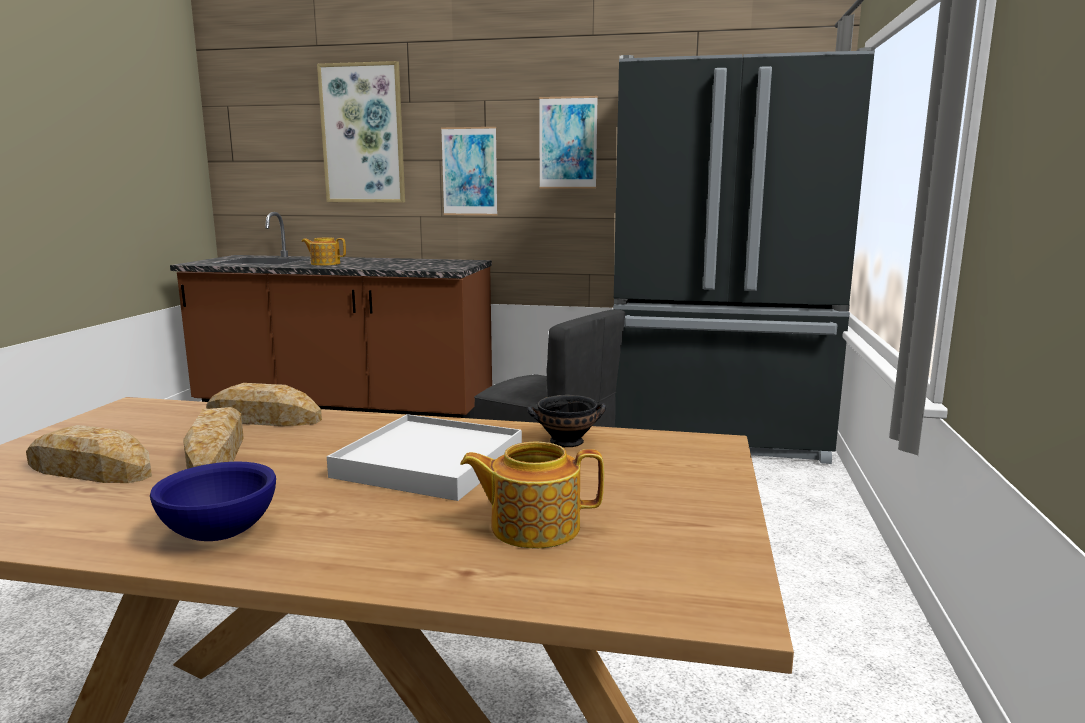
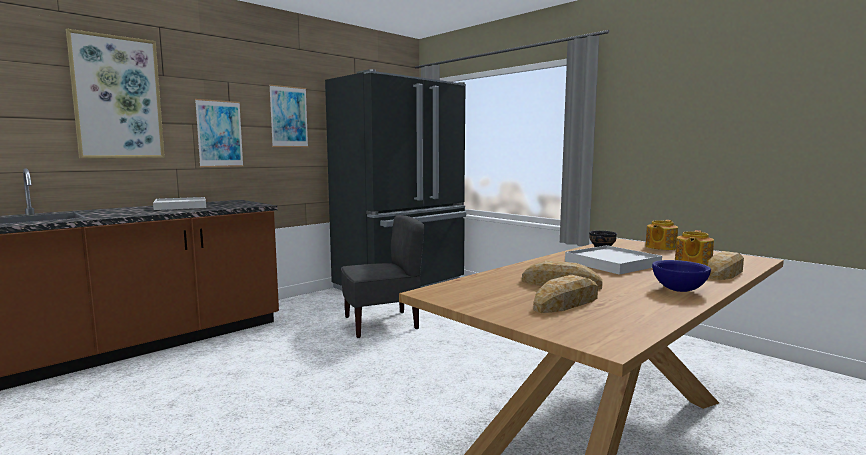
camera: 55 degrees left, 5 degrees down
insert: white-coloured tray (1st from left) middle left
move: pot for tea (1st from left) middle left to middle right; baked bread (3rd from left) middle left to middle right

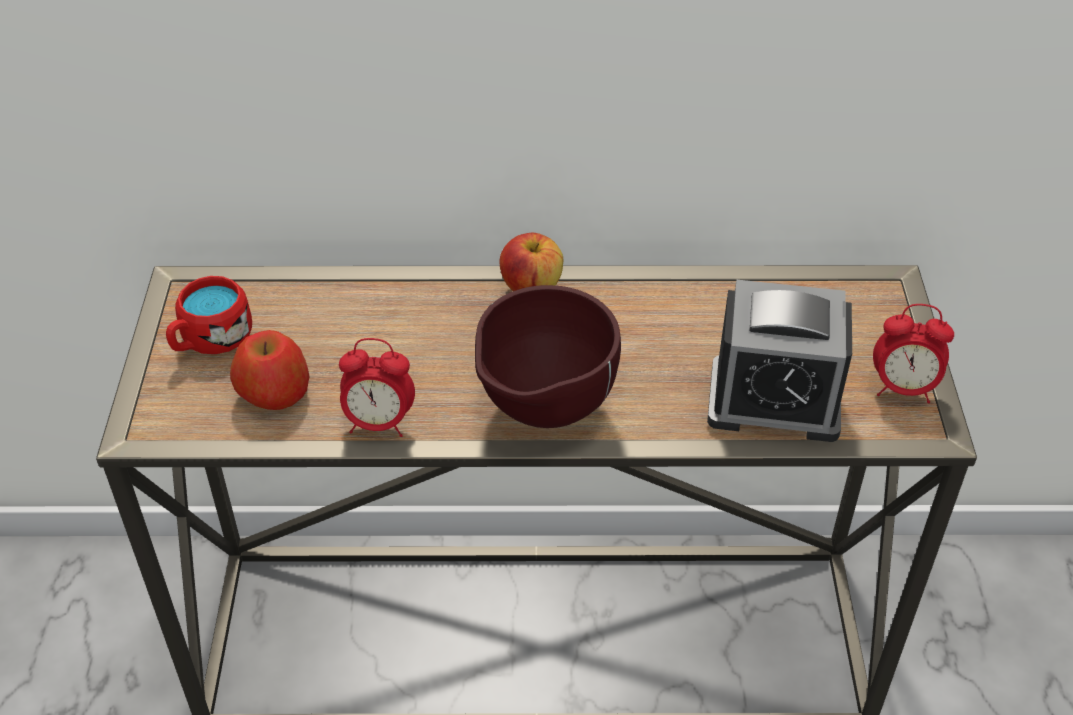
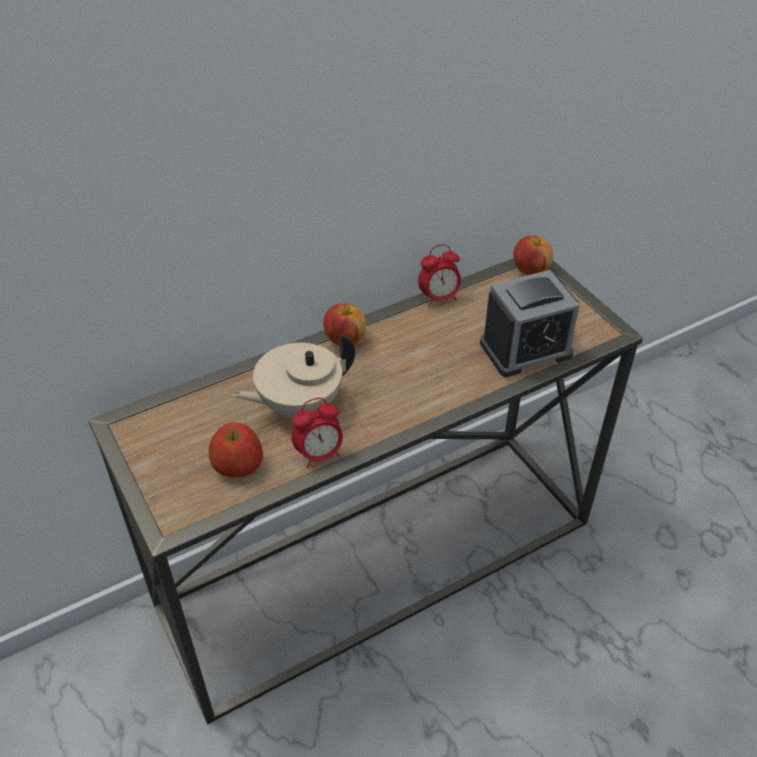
camera: 30 degrees left, 0 degrees up
delete: reddish tea mug middle left; brownish deep dish centre
insert: apple fruit (3rd from left) middle right; sand-coloured pot for tea centre
move: bedside clock (3rd from left in the first image) middle right to bedside clock (2nd from left) centre

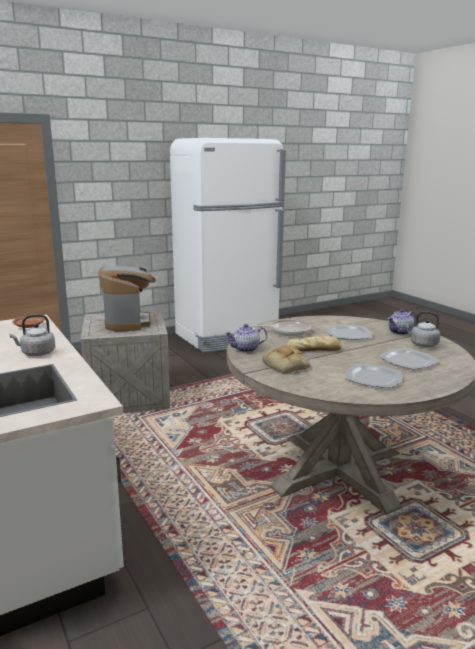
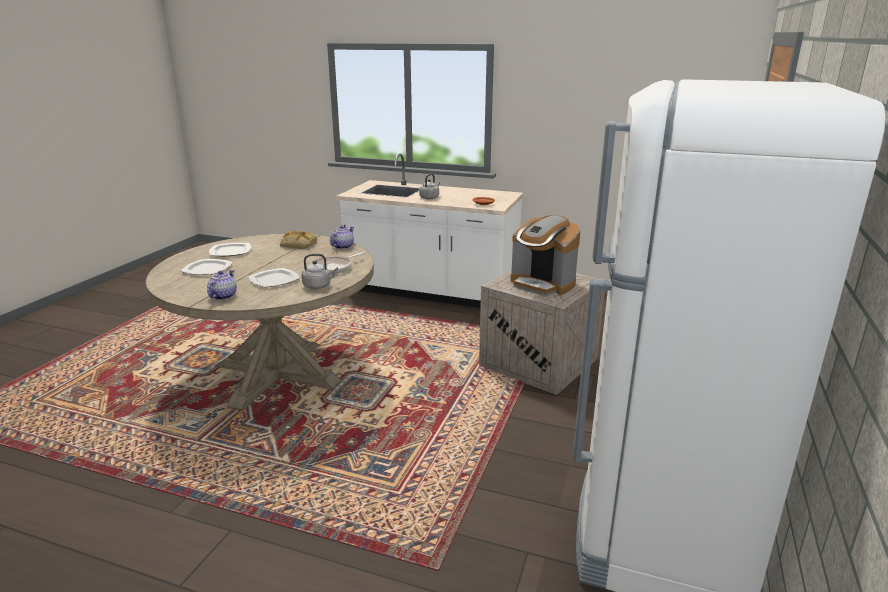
camera: 140 degrees right, 5 degrees up
delete: baked bread (2nd from left) centre
move: greyish tea kettle (2nd from left in the first image) middle right to greyish tea kettle (1st from left) centre

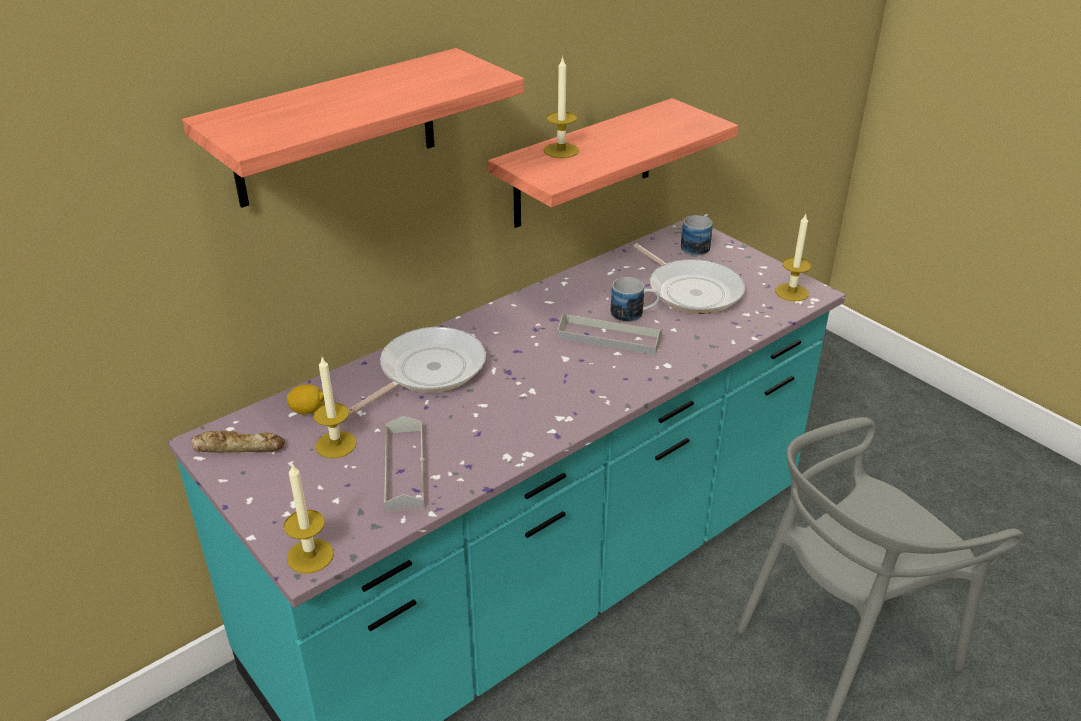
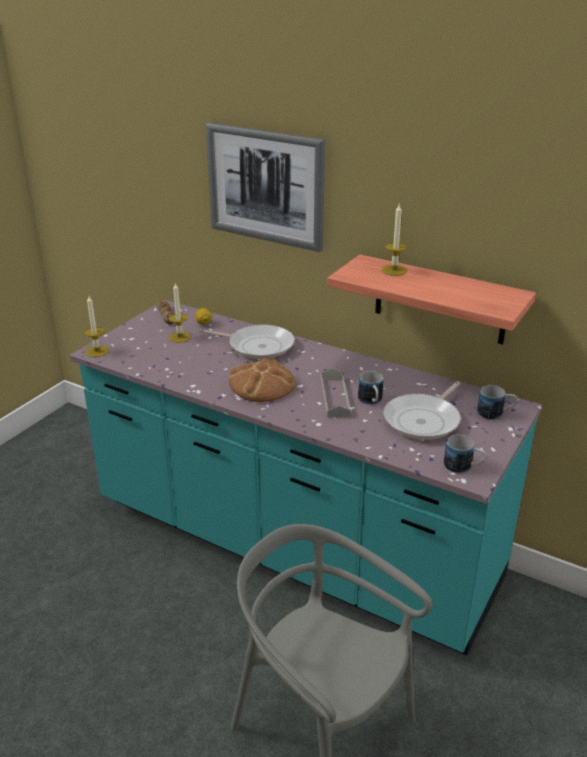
camera: 70 degrees right, 5 degrees down
delete: greyish tray (1st from left) centre
insert: baked bread (2nd from left) centre
replace: bracket shelf (1st from left) top left to wall picture top centre; wax candle (4th from left) middle right to tea mug (2nd from left) middle right

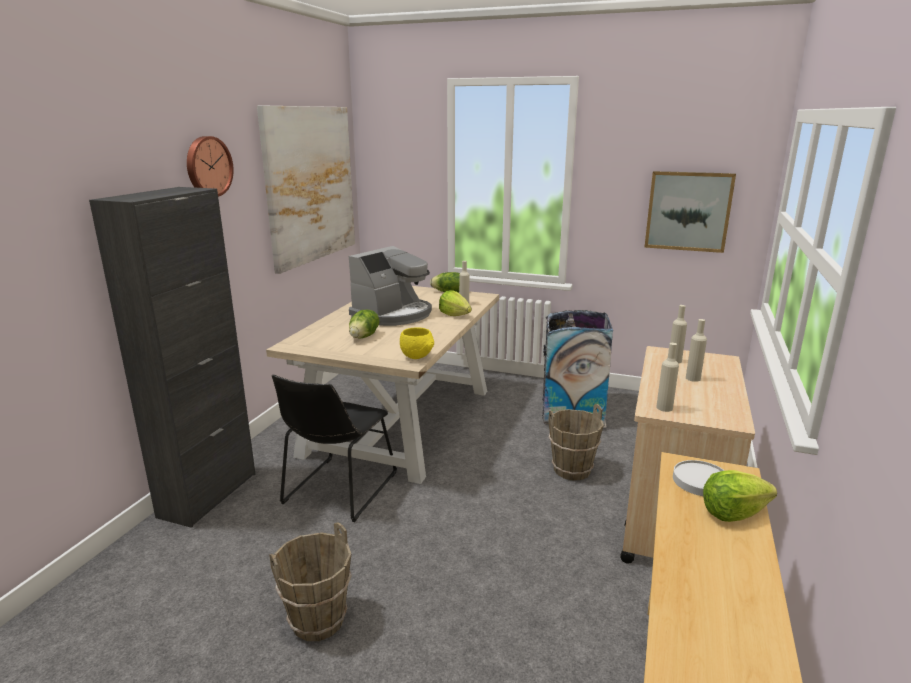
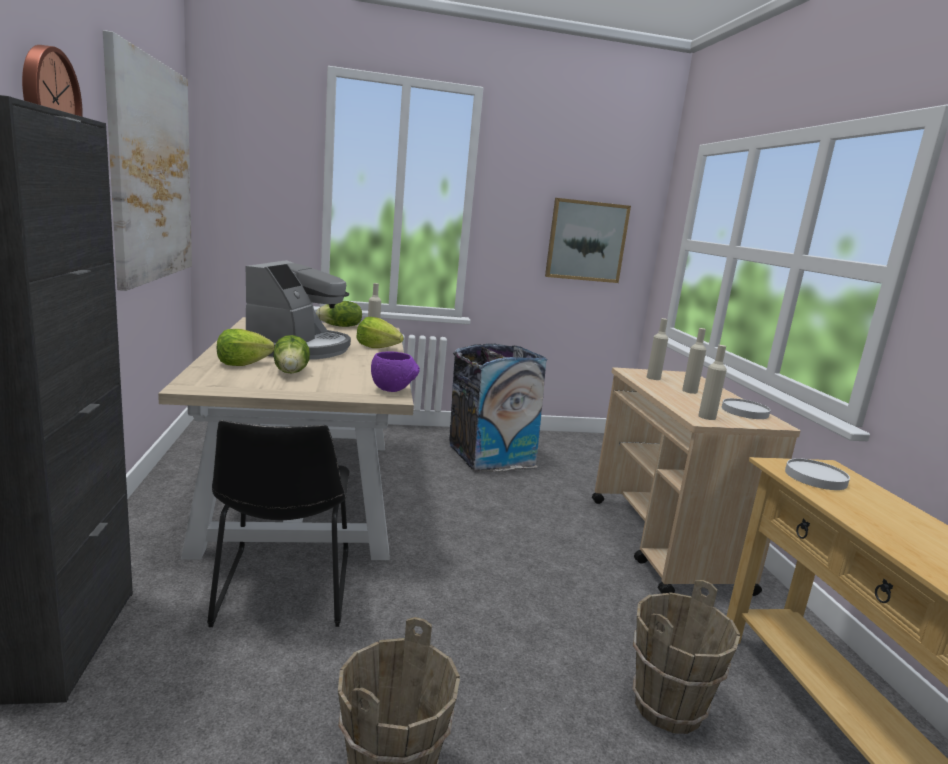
camera: 30 degrees left, 5 degrees down
insert: white-coloured plate (1st from left) middle right
move: brownish pail (2nd from left) centre to bottom right; lettuce (4th from left in the first image) bottom right to lettuce (1st from left) middle left
recolor: yellow-coloured deep dish centre to purple deep dish centre

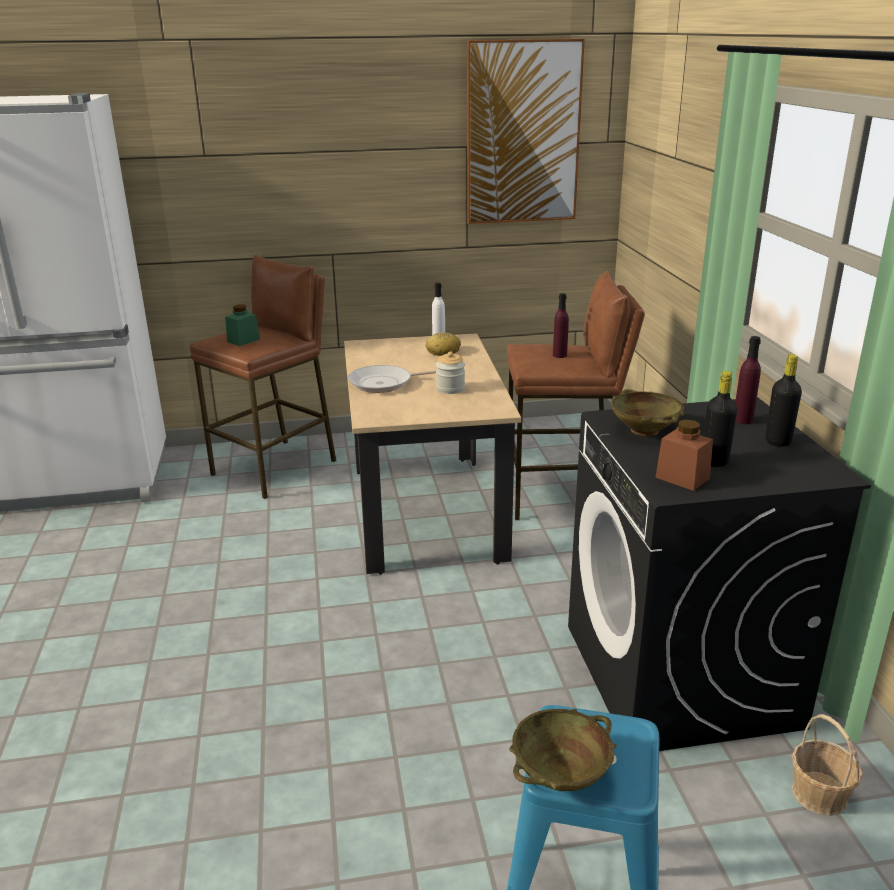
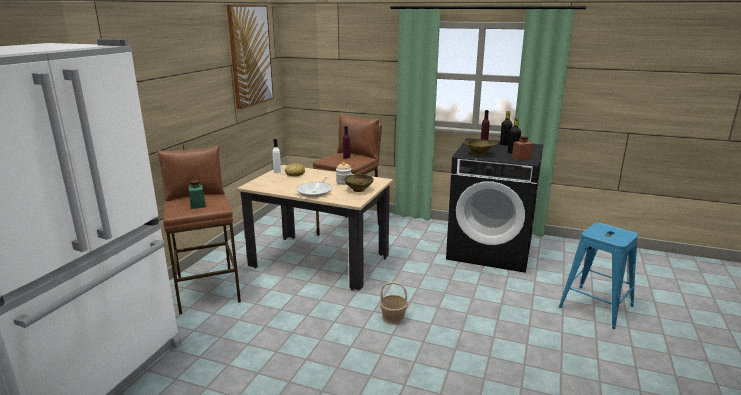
camera: 60 degrees left, 5 degrees down
move: sand-coloured deep dish (1st from left) bottom centre to centre; household basket bottom right to bottom centre

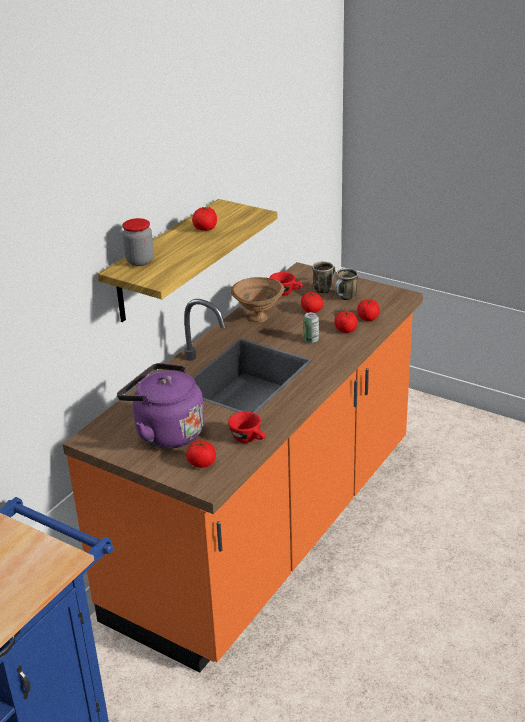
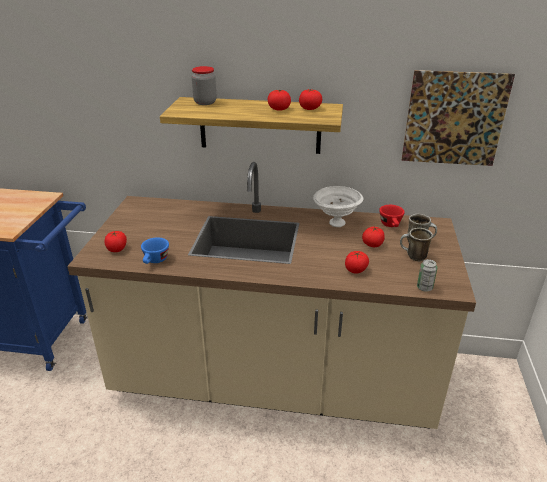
camera: 65 degrees right, 0 degrees up
delete: purple tea kettle middle left
insert: wall picture top right
move: whole tomato (5th from left in the first image) middle right to whole tomato (3rd from left) top centre; metal can centre to middle right
recolor: orangey kitchen counter centre to sand-coloured kitchen counter centre; brownish deep dish centre to white-coloured deep dish centre; reddish drinking cup (1st from left) centre to blue drinking cup middle left

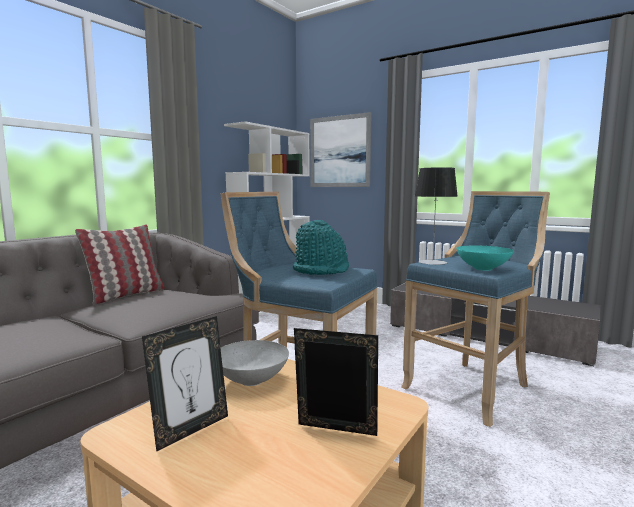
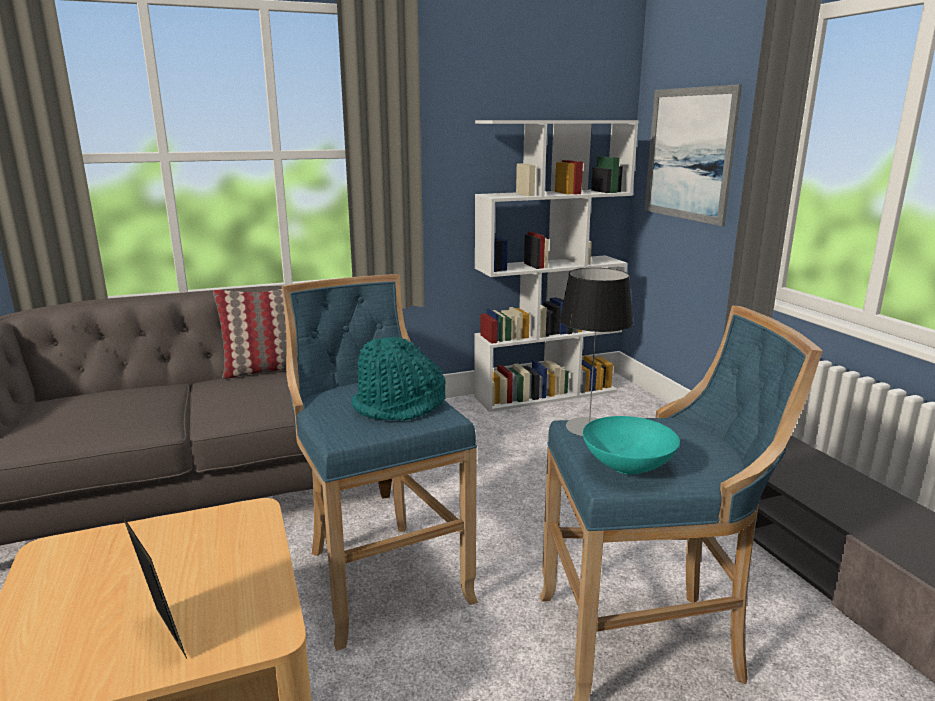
camera: 35 degrees right, 10 degrees up
delete: standing frame (1st from left) bottom left; greyish deep dish bottom centre

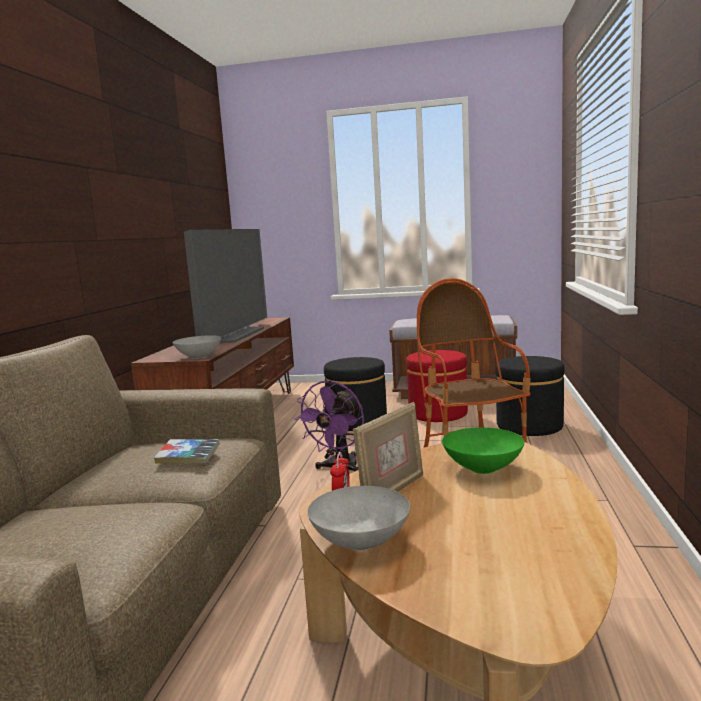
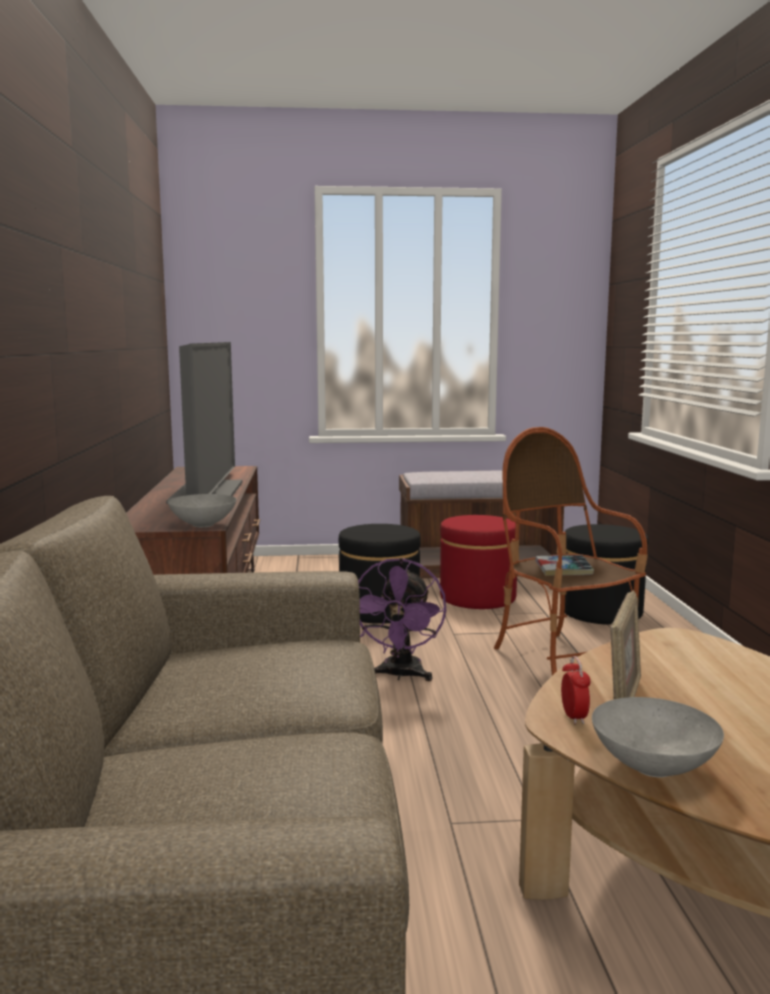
camera: 15 degrees left, 0 degrees up
delete: green deep dish middle right
move: book middle left to middle right

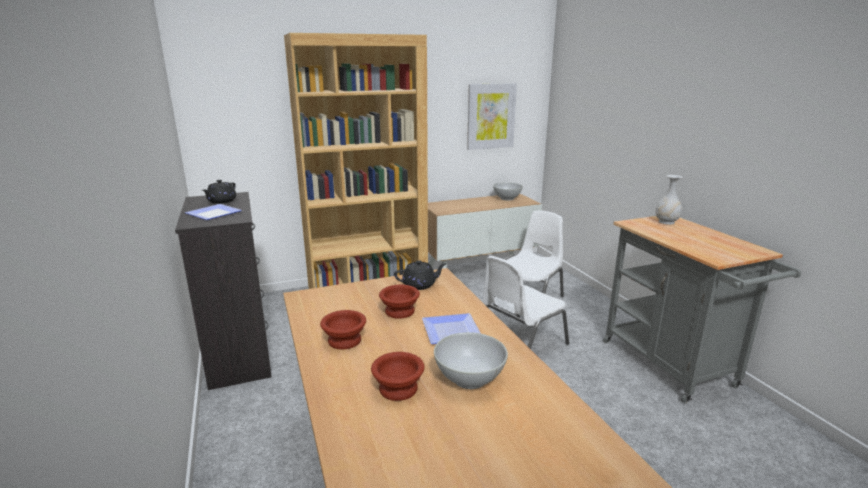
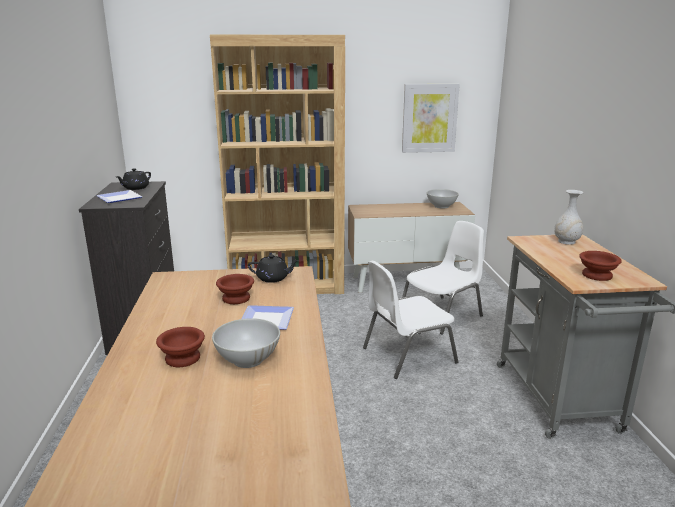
camera: 15 degrees right, 0 degrees up
move: brownish deep dish (1st from left in the first image) bottom centre to brownish deep dish (3rd from left) middle right

